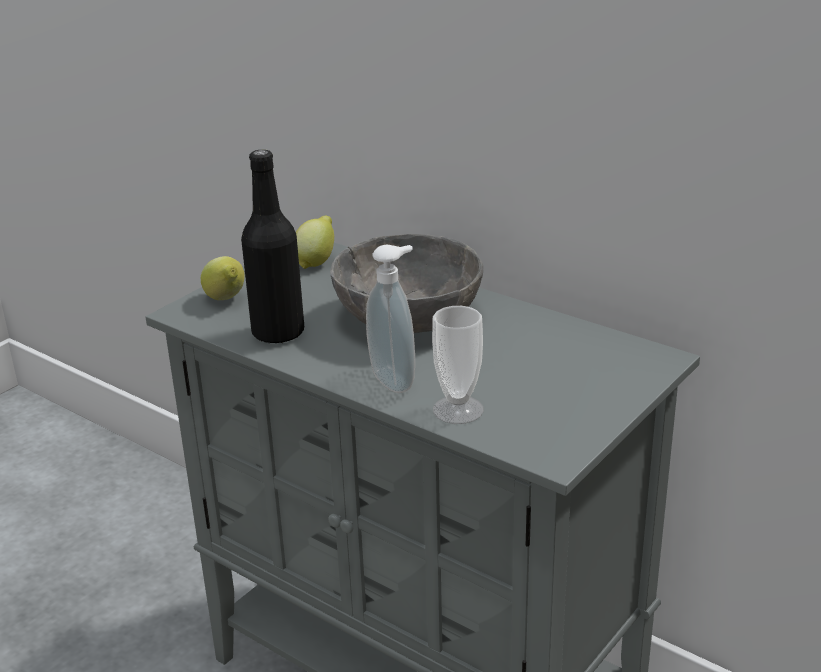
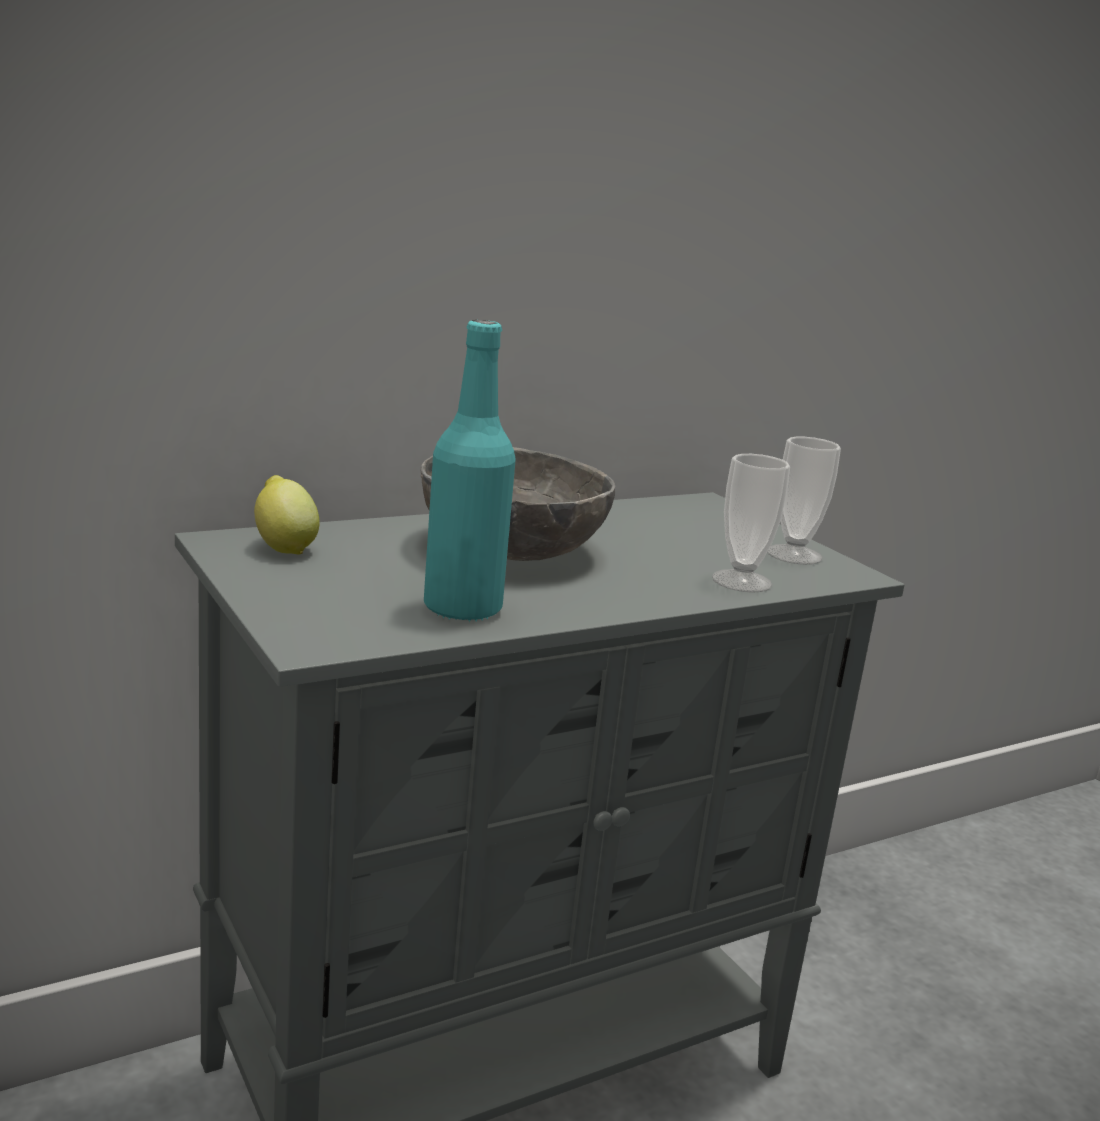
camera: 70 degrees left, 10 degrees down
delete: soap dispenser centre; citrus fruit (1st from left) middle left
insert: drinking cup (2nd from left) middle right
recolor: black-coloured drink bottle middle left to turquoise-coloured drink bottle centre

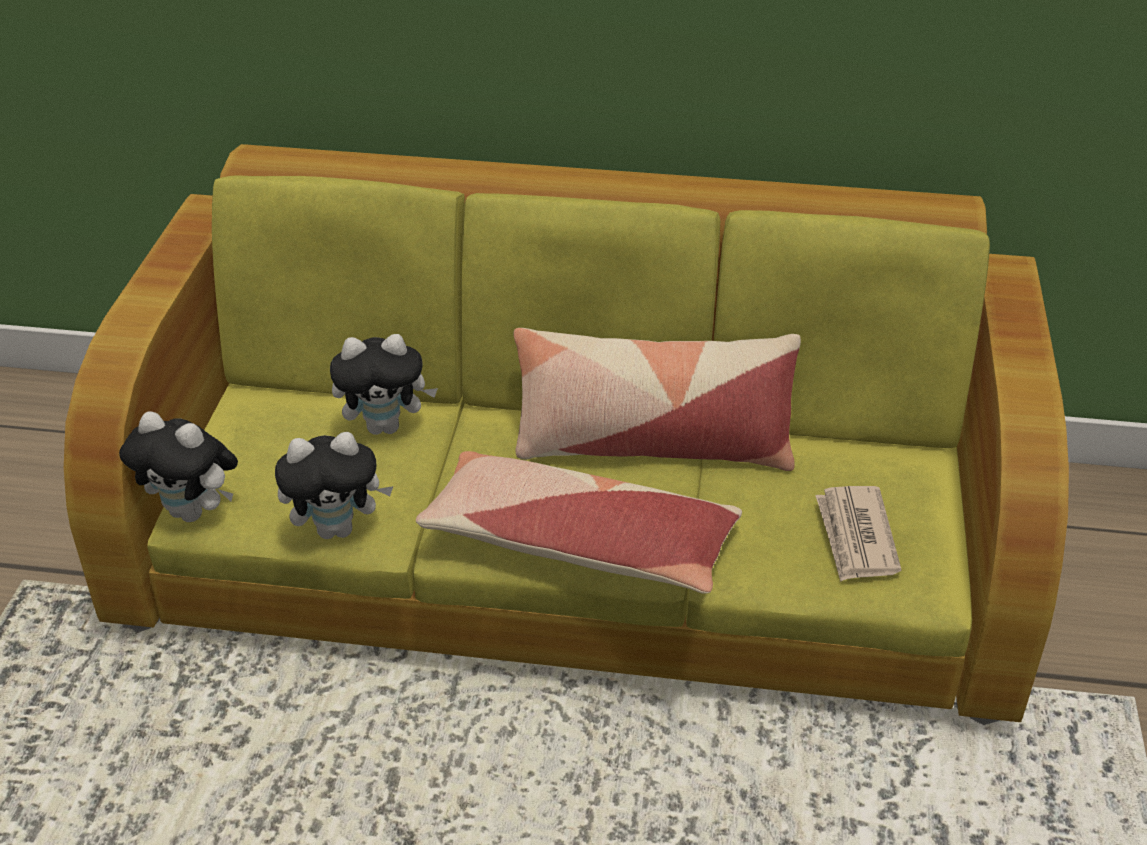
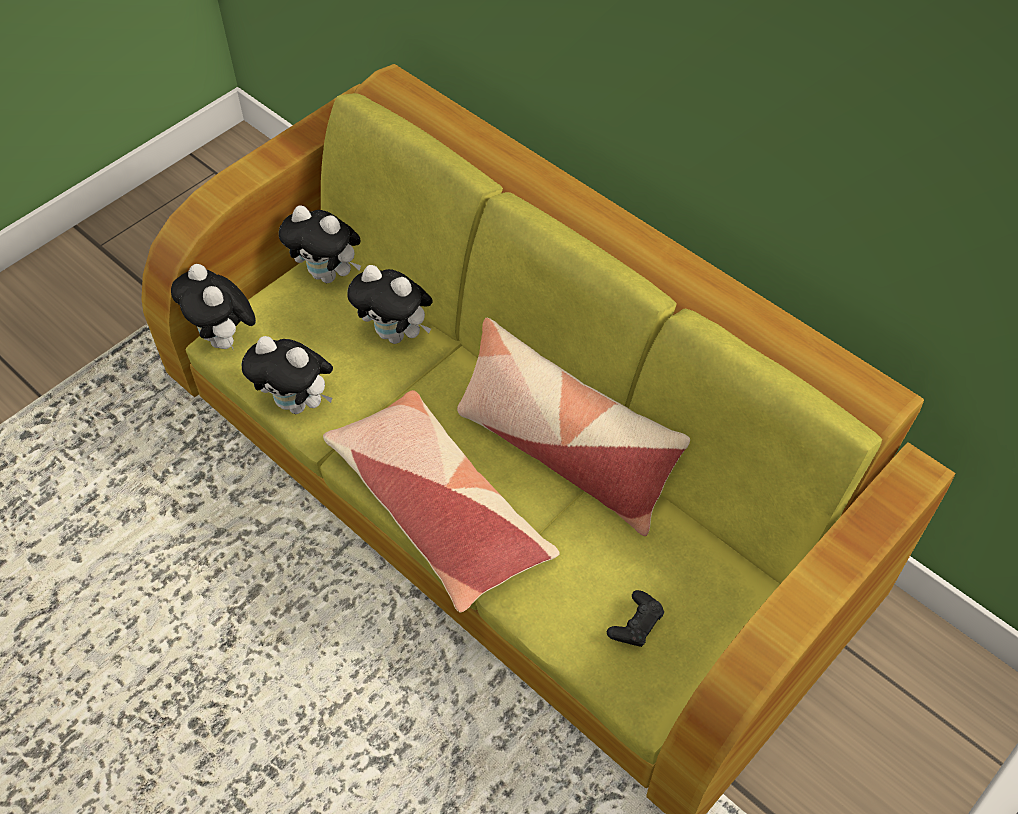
camera: 35 degrees right, 15 degrees up
insert: plush toy (3rd from left) top left
replace: daily paper middle right to black-coloured gamepad bottom centre

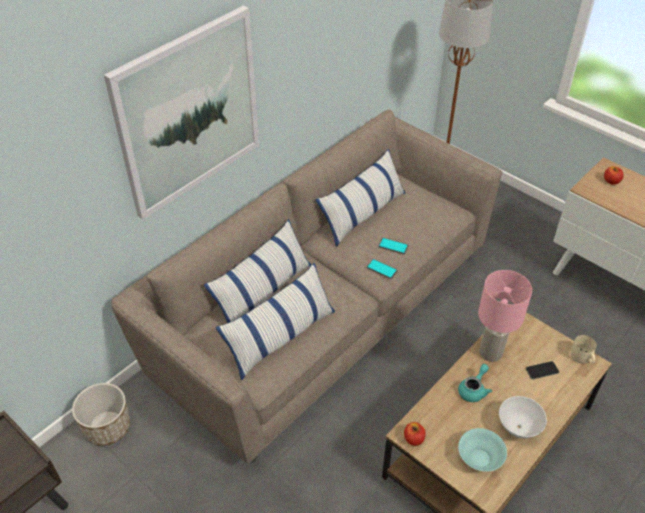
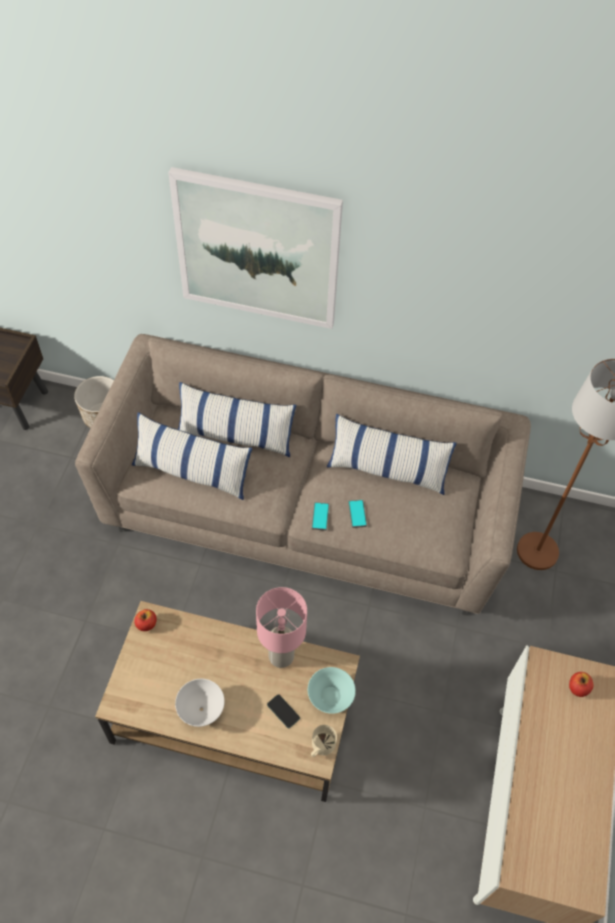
camera: 60 degrees right, 10 degrees up
delete: turquoise-coloured pot for tea bottom right
move: turquoise-coloured deep dish bottom right to bottom centre

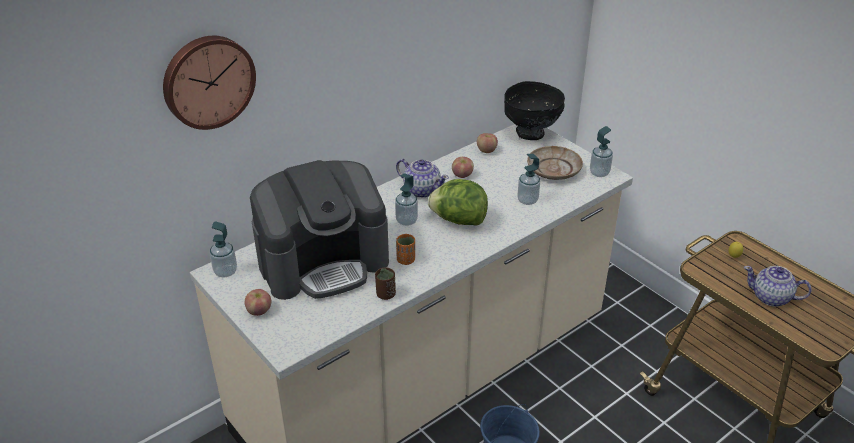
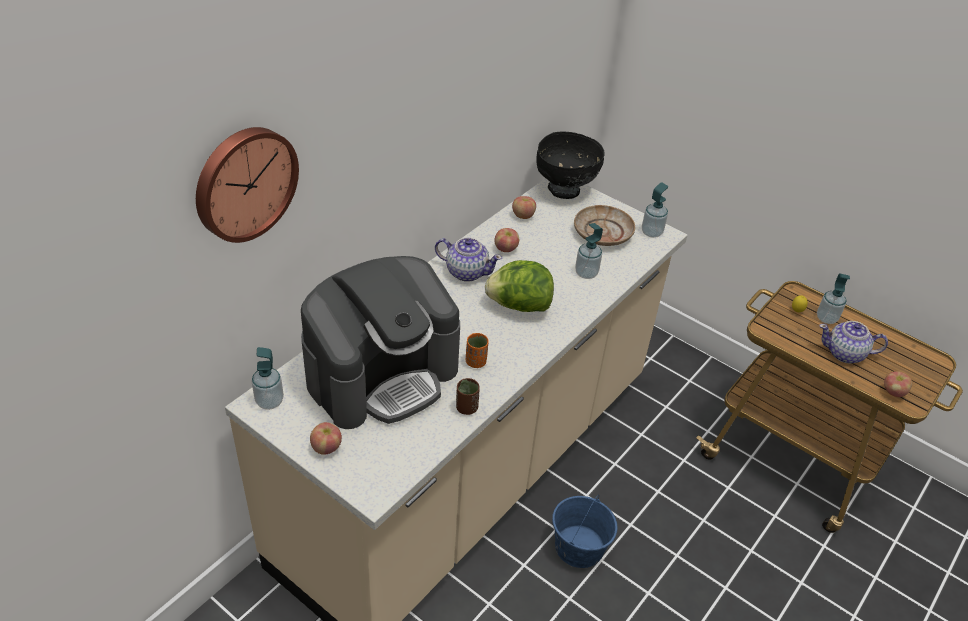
camera: 15 degrees left, 5 degrees up
insert: apple fruit (4th from left) middle right
move: soap dispenser (2nd from left in the first image) centre to soap dispenser (4th from left) middle right

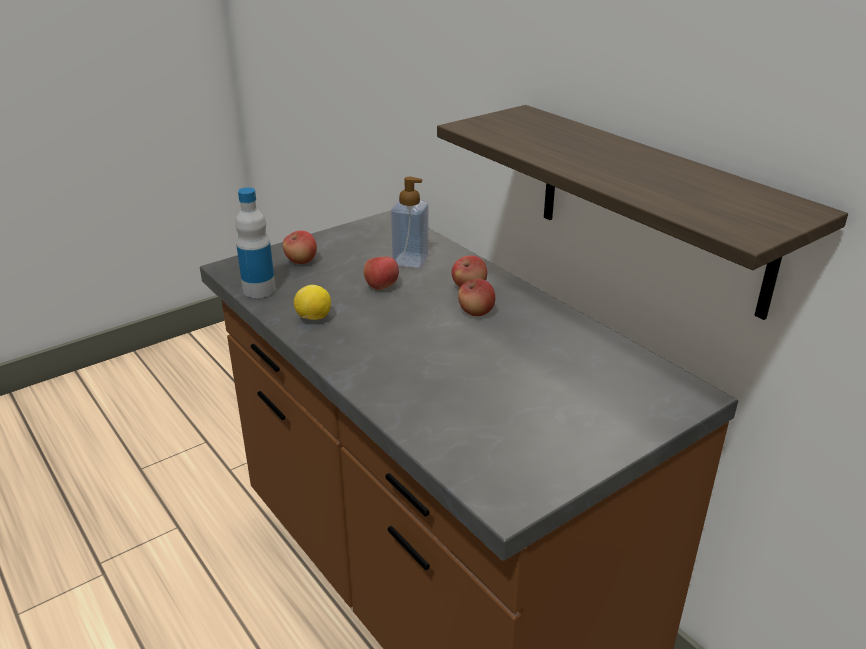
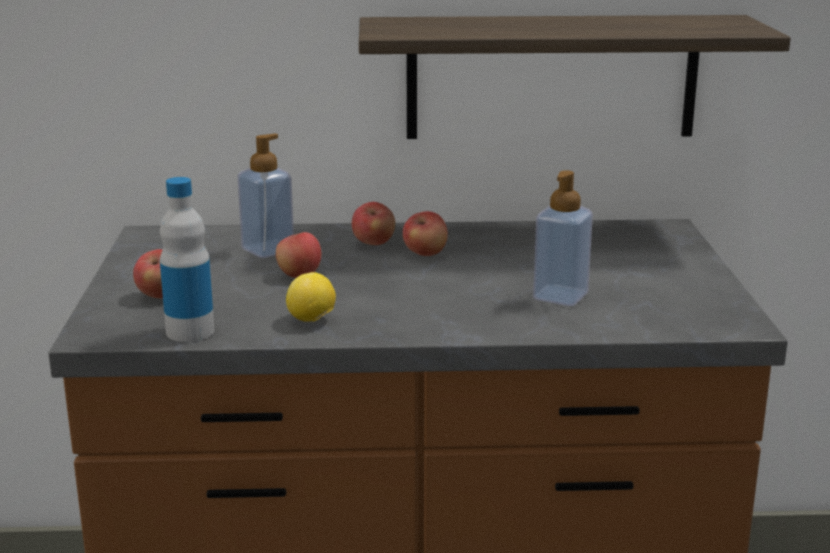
camera: 55 degrees left, 10 degrees down
insert: soap dispenser (2nd from left) middle right

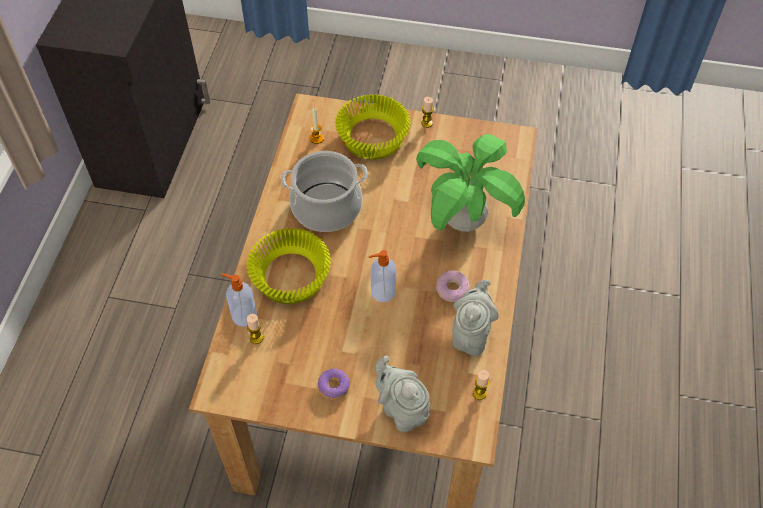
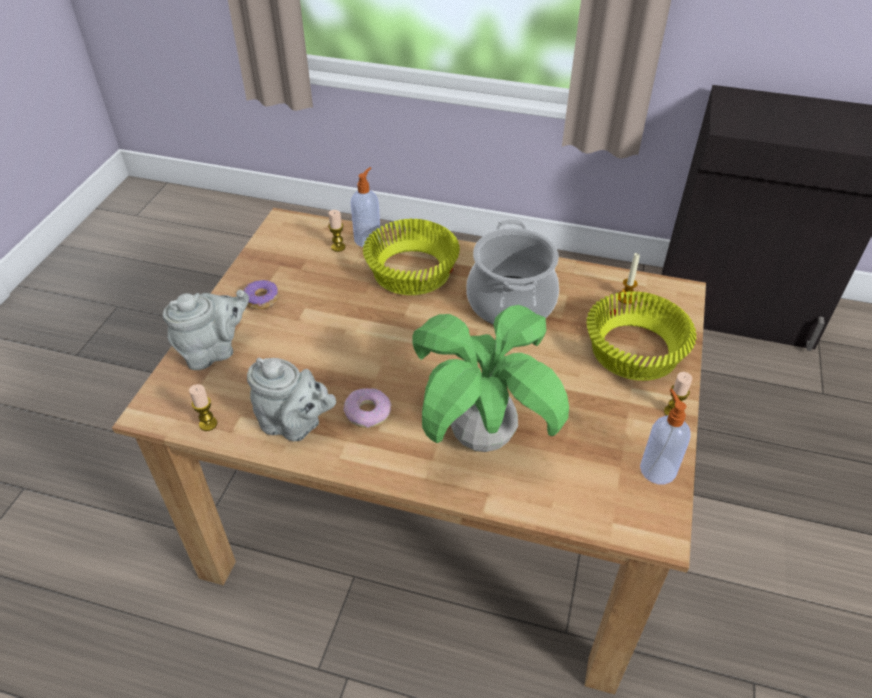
camera: 95 degrees right, 10 degrees down
move: soap dispenser (2nd from left) centre to middle right

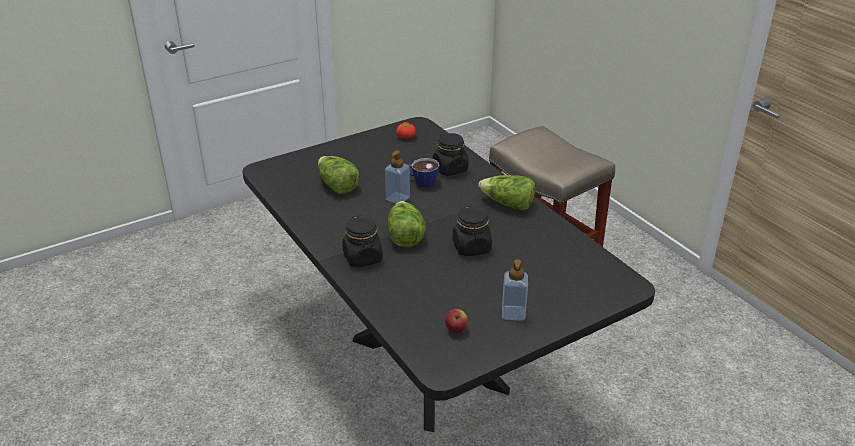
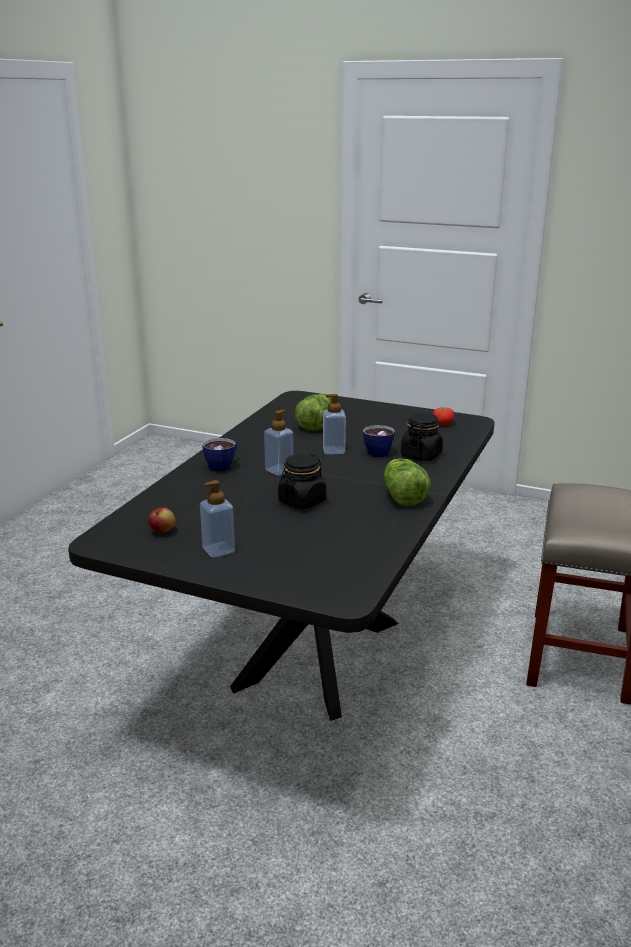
camera: 55 degrees right, 10 degrees down
replace: lettuce (2nd from left) centre to soap dispenser (2nd from left) centre; black-coloured preserve jar (1st from left) centre to drinking cup (1st from left) centre

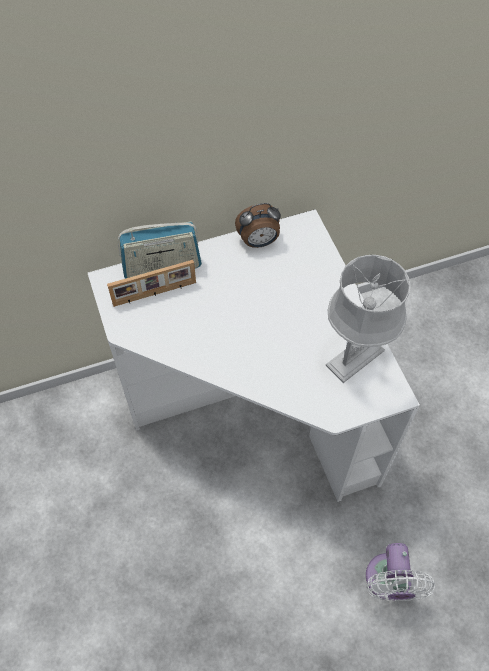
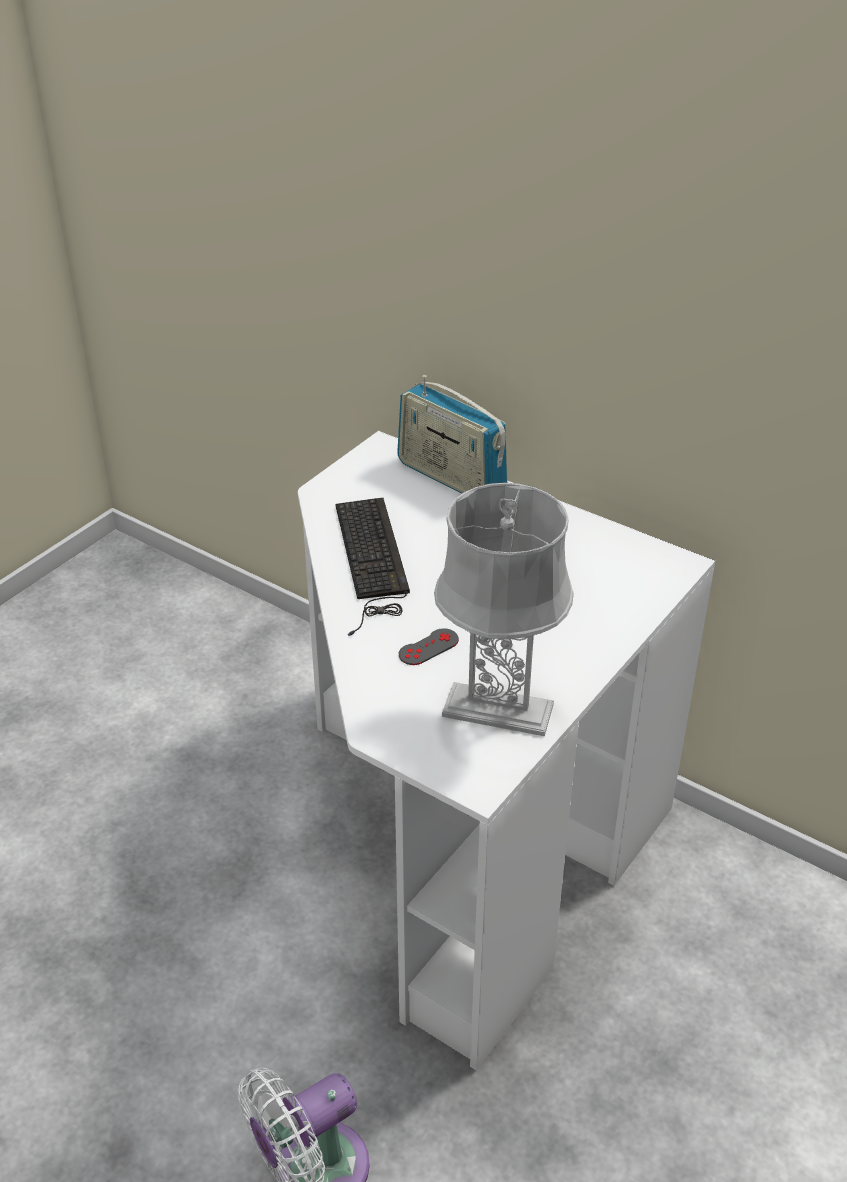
camera: 55 degrees right, 20 degrees down
delete: bedside clock centre; standing frame middle left
insert: keyboard centre; greyish gamepad centre

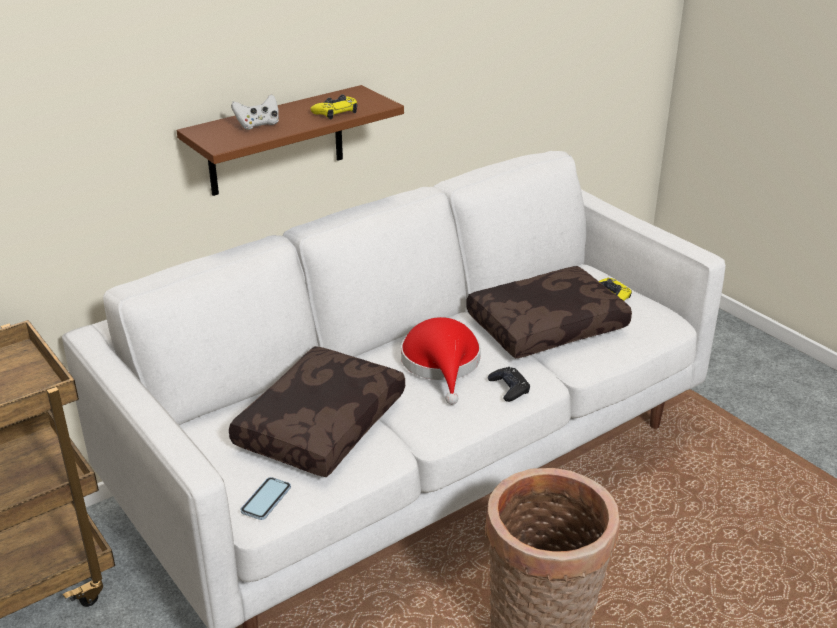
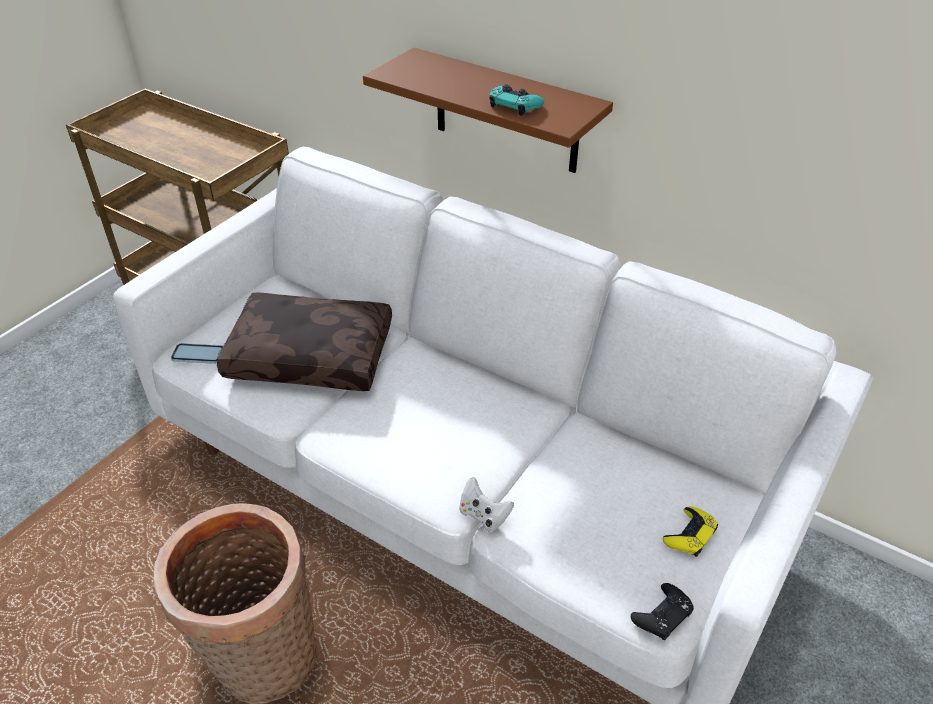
camera: 70 degrees right, 10 degrees up
delete: brownish pillow (2nd from left) centre; reddish hat centre
move: white-coloured gamepad top left to bottom centre; black-coloured gamepad centre to bottom right
recolor: yellow-coloured gamepad (1st from left) top centre to turquoise-coloured gamepad top centre

